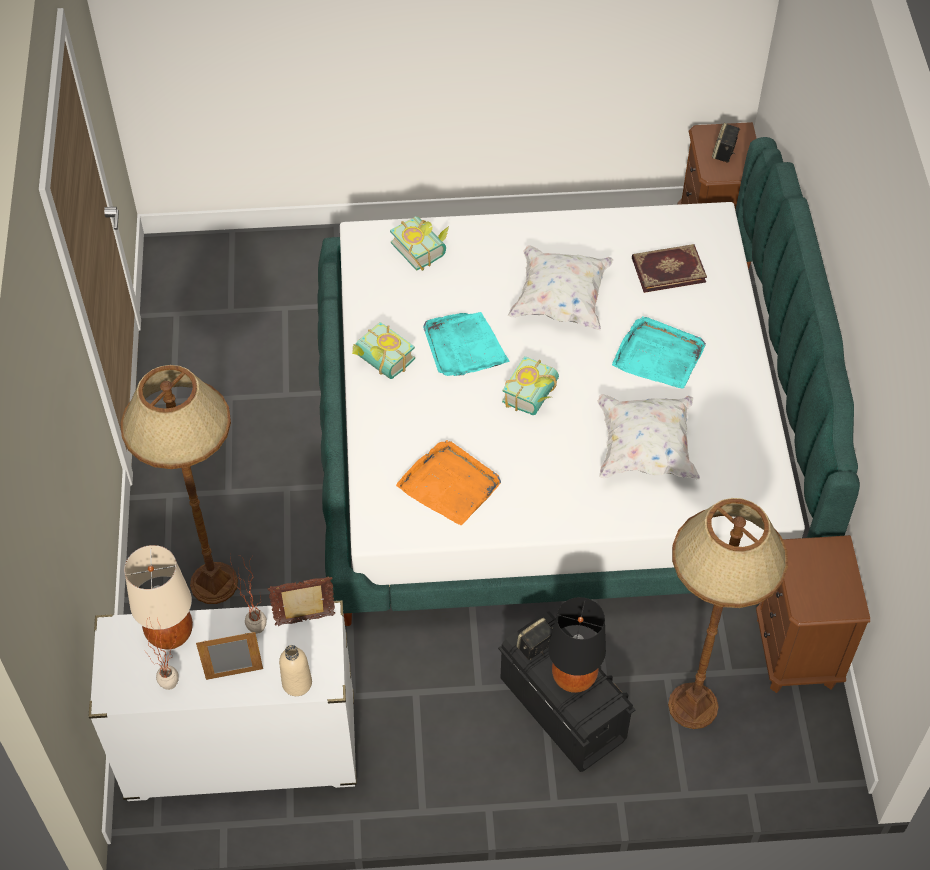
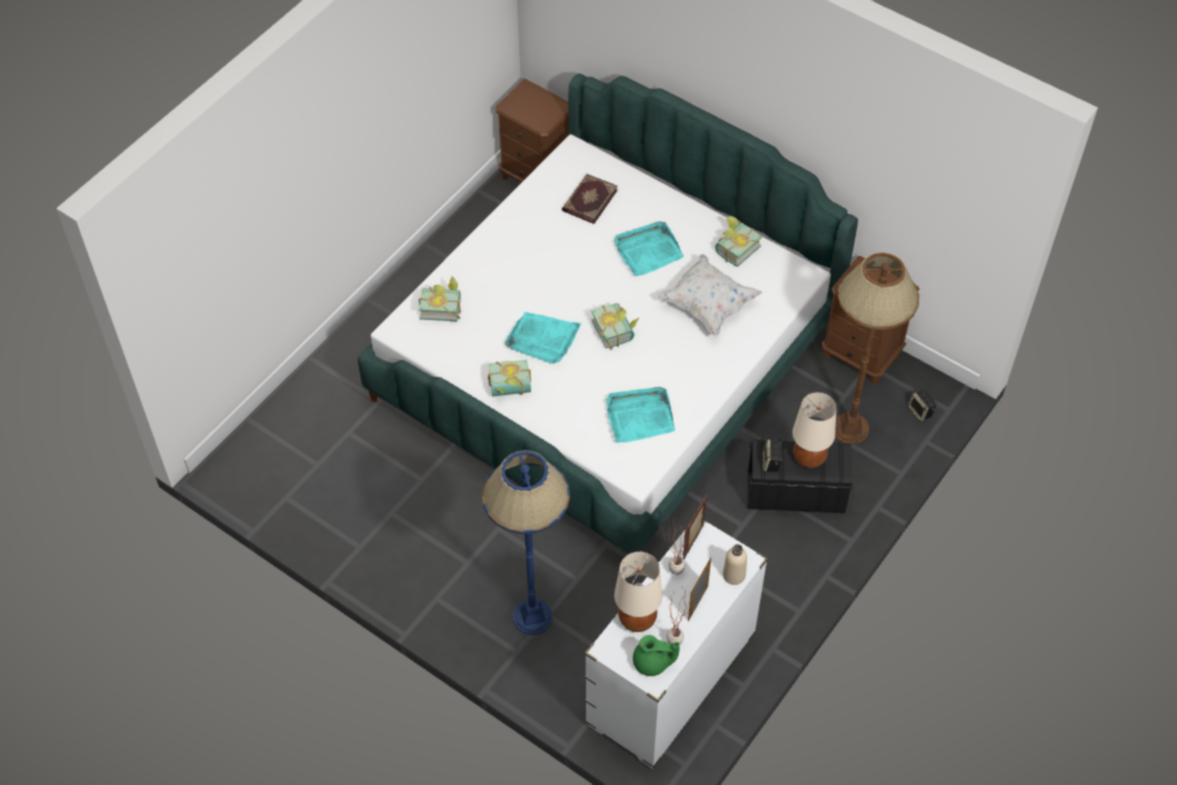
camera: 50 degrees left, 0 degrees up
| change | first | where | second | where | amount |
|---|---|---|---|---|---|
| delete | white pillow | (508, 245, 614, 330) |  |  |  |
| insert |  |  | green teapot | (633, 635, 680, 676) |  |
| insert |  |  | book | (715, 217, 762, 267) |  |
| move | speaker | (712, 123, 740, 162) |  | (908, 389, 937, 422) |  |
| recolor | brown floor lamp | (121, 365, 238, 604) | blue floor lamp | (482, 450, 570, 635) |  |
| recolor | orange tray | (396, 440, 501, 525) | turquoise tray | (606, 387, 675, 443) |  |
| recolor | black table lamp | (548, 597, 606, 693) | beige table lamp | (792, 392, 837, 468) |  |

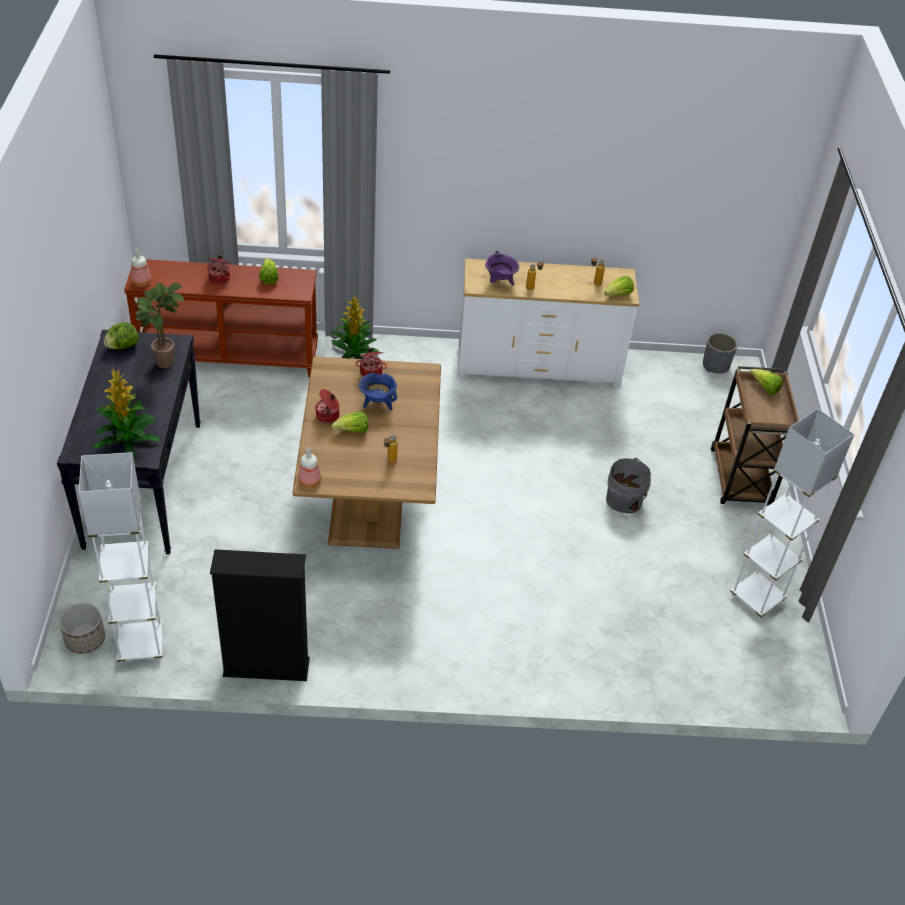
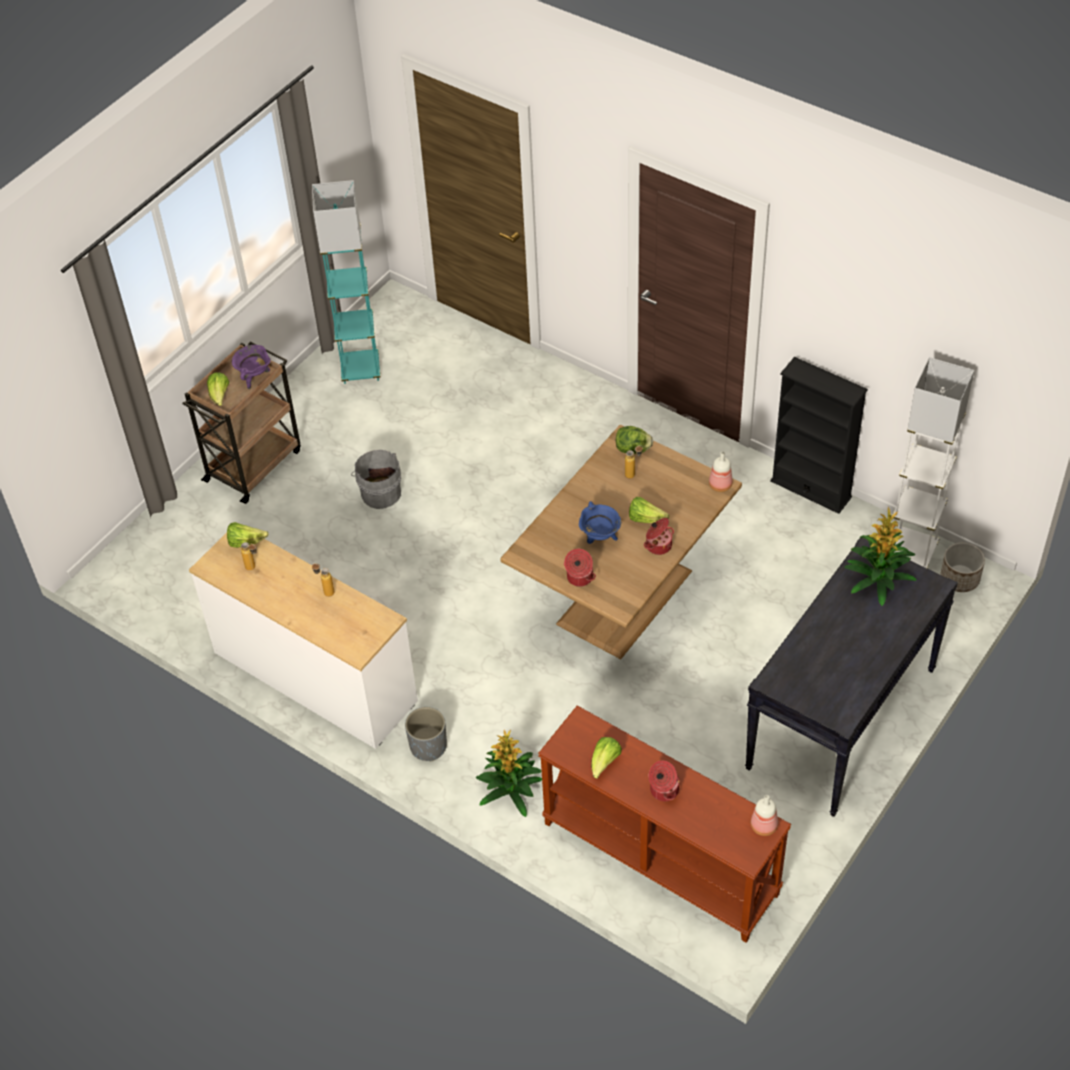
camera: 140 degrees left, 5 degrees up
| change | first | where | second | where | amount |
|---|---|---|---|---|---|
| delete | potted plant | (136, 282, 184, 368) |  |  |  |
| move | lettuce | (103, 322, 139, 349) |  | (616, 426, 653, 454) |  |
| move | purple cooking pot | (485, 250, 519, 285) |  | (232, 345, 271, 389) |  |
| move | grey planter | (703, 333, 737, 374) |  | (405, 707, 447, 761) |  |
| recolor | white floor lamp | (730, 409, 855, 619) | turquoise floor lamp | (312, 180, 380, 384) |  |

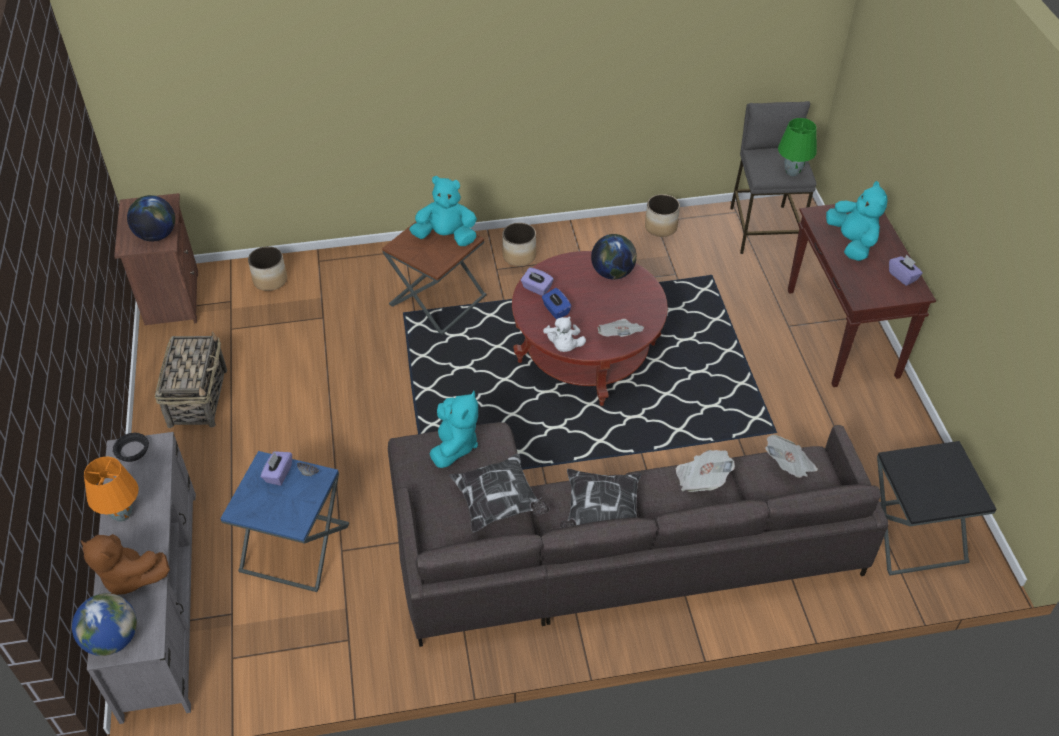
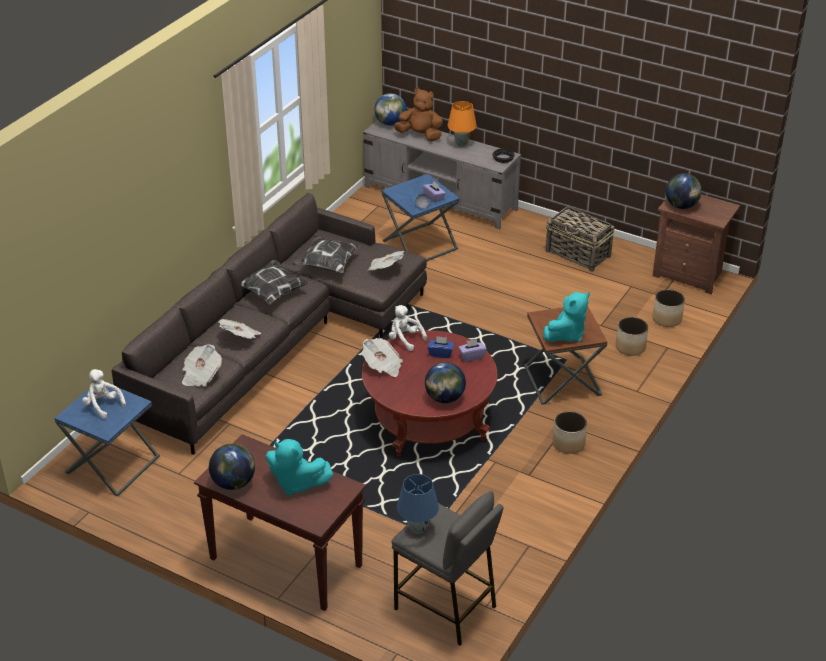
camera: 130 degrees right, 10 degrees down
| change | first | where | second | where | amount |
|---|---|---|---|---|---|
| insert |  |  | white plush toy | (82, 369, 126, 419) |  |
| move | planter | (645, 194, 680, 237) |  | (616, 317, 648, 356) |  |
| replace | turquoise plush toy | (429, 390, 478, 468) | newspaper | (368, 251, 404, 270) |  |
| replace | purple tissue box | (889, 255, 923, 286) | globe | (209, 444, 255, 490) |  |
| recolor | green table lamp | (778, 118, 817, 176) | blue table lamp | (397, 474, 439, 534) |  |
| recolor | black side table | (877, 441, 997, 575) | blue side table | (54, 387, 160, 496) |  |
| rotate | brown plush toy | (81, 534, 170, 595) |  | (394, 88, 443, 141) | 45 degrees clockwise |

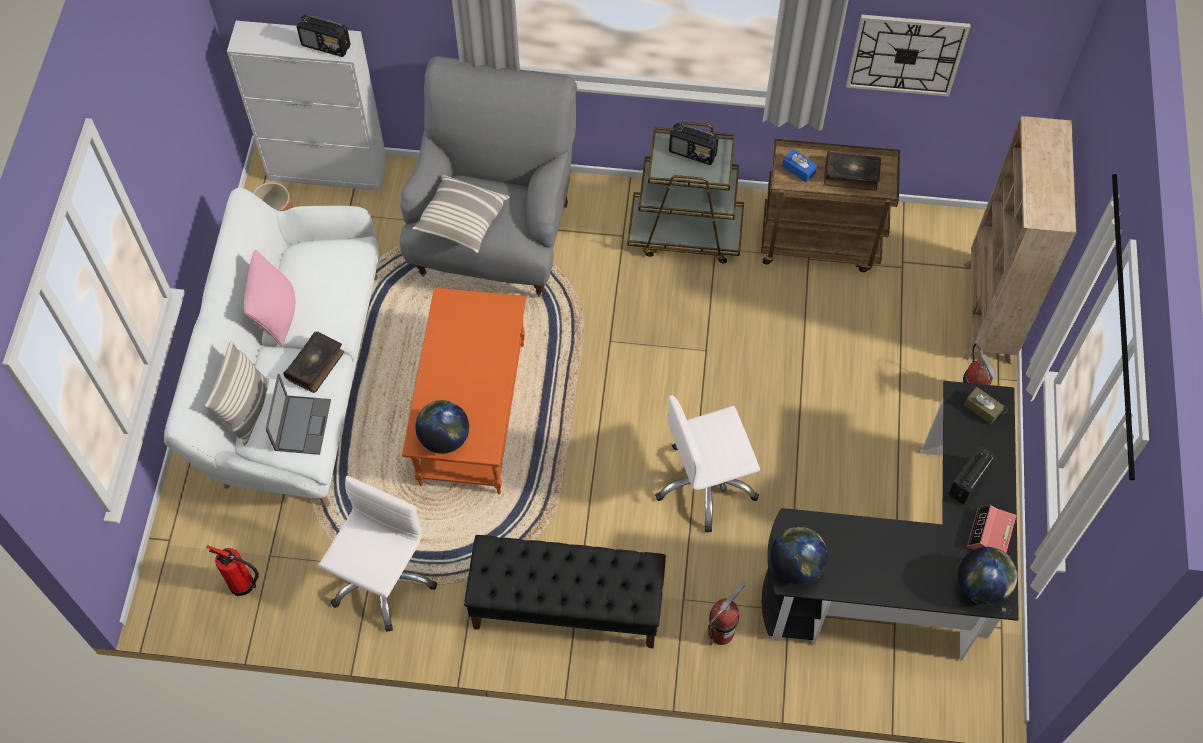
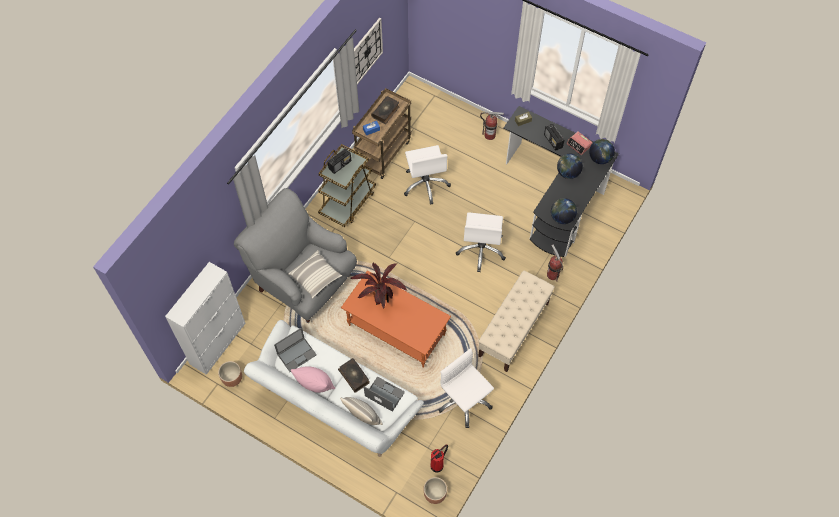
camera: 65 degrees left, 0 degrees up
| change | first | where | second | where | amount |
|---|---|---|---|---|---|
| delete | radio | (297, 14, 351, 57) |  |  |  |
| delete | beige bookcase | (964, 116, 1076, 365) |  |  |  |
| insert |  |  | laptop | (274, 327, 317, 372) |  |
| insert |  |  | potted plant | (350, 263, 407, 309) |  |
| insert |  |  | white office chair | (404, 145, 451, 205) |  |
| insert |  |  | brown planter | (423, 477, 447, 504) |  |
| move | globe | (415, 400, 469, 454) |  | (557, 154, 583, 179) |  |
| recolor | black bench | (464, 535, 666, 649) | beige bench | (478, 270, 555, 372) |  |

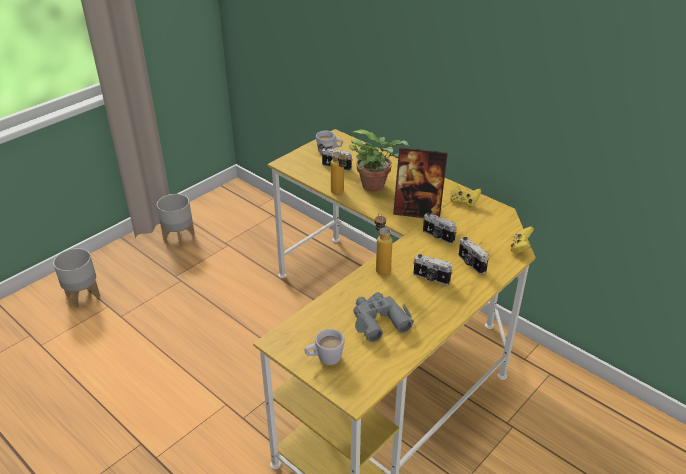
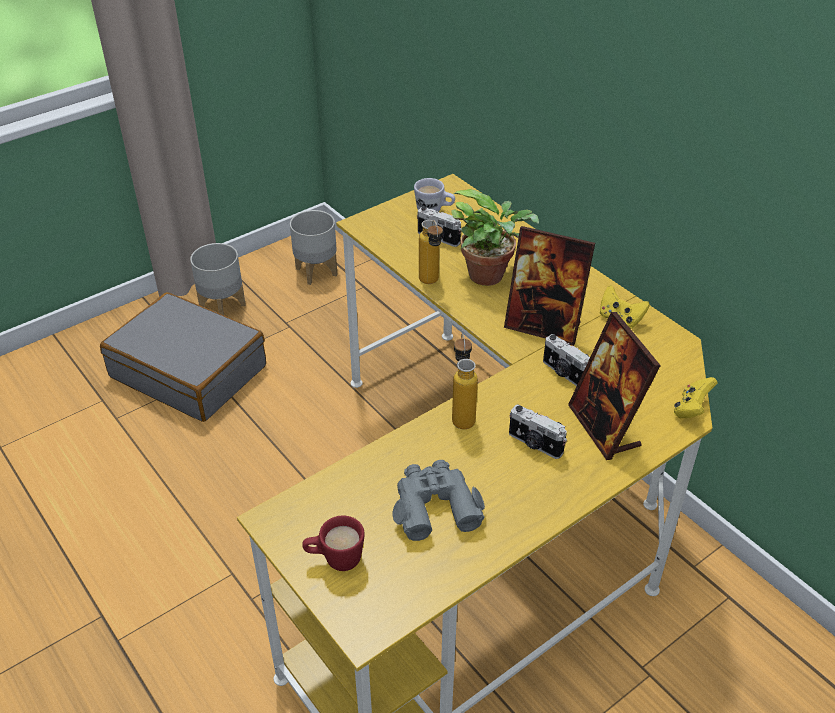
camera: 10 degrees right, 5 degrees up
| change | first | where | second | where | amount |
|---|---|---|---|---|---|
| insert |  |  | grey suitcase | (100, 292, 266, 422) |  |
| move | grey planter | (53, 248, 100, 308) |  | (290, 210, 337, 285) |  |
| replace | photo camera | (458, 237, 489, 275) | picture frame | (568, 312, 661, 460) |  |
| recolor | white mug | (305, 329, 345, 365) | red mug | (302, 516, 365, 571) |  |

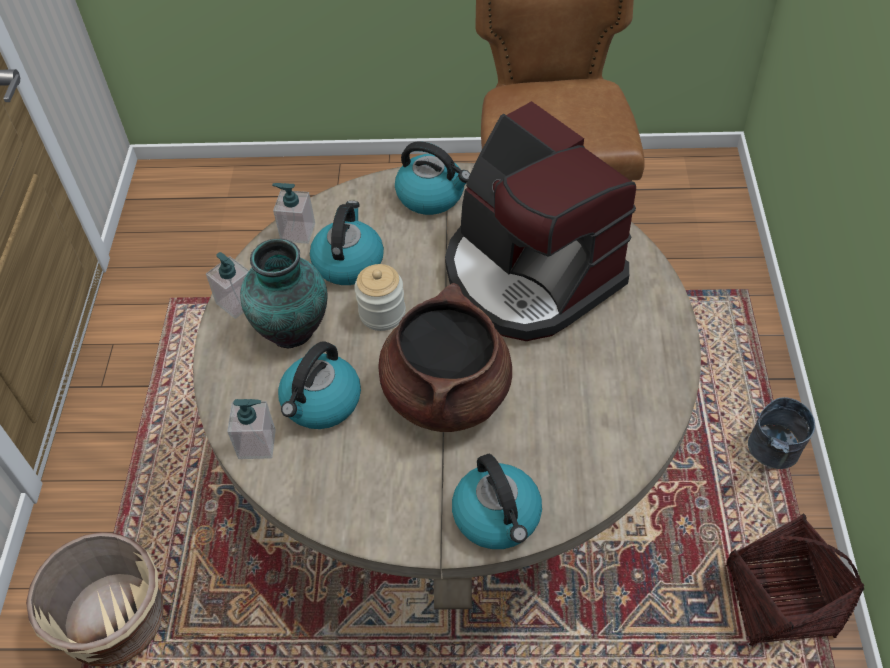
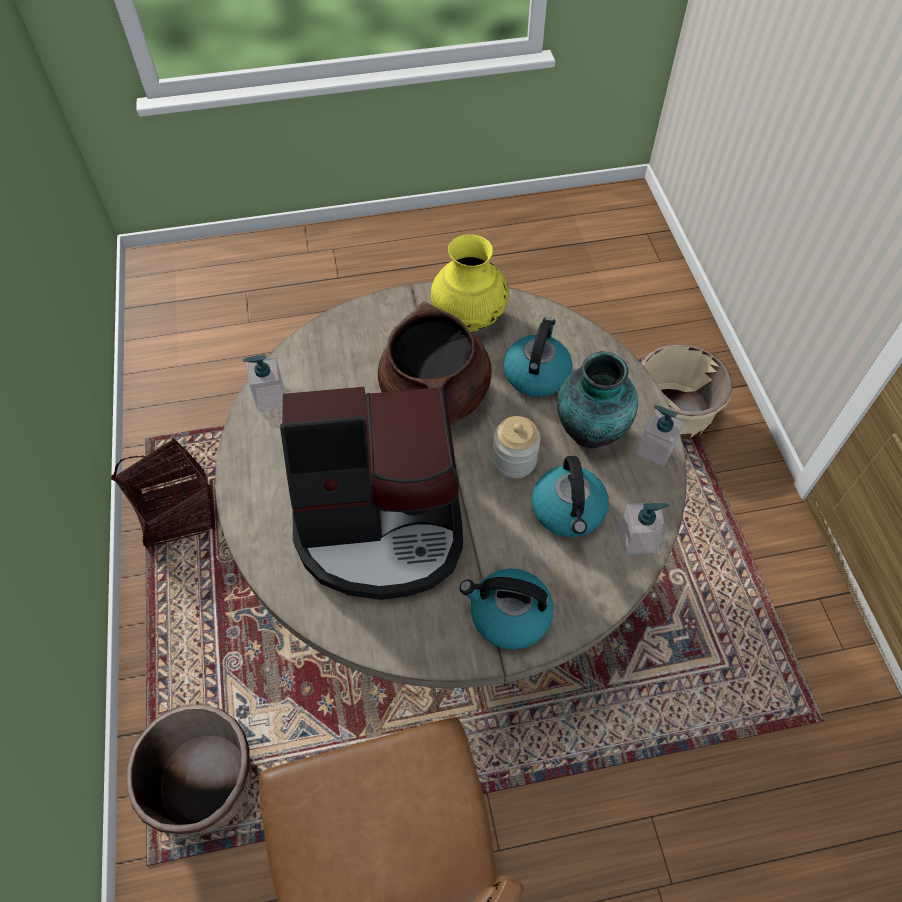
camera: 165 degrees right, 5 degrees up
| change | first | where | second | where | amount |
|---|---|---|---|---|---|
| delete | kettle | (452, 454, 542, 549) |  |  |  |
| delete | grey bucket | (748, 397, 815, 469) |  |  |  |
| insert |  |  | brown planter | (127, 704, 252, 834) |  |
| insert |  |  | yellow vase | (431, 234, 509, 332) |  |
| move | soap dispenser | (227, 399, 276, 459) |  | (243, 354, 285, 410) |  |
| rotate | coffee machine | (445, 101, 636, 341) |  | (280, 386, 463, 600) | 135 degrees clockwise |

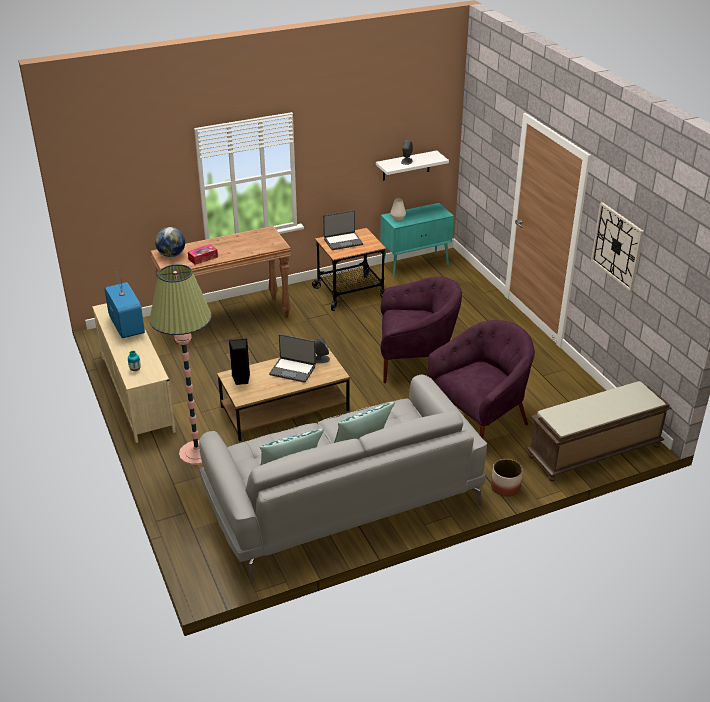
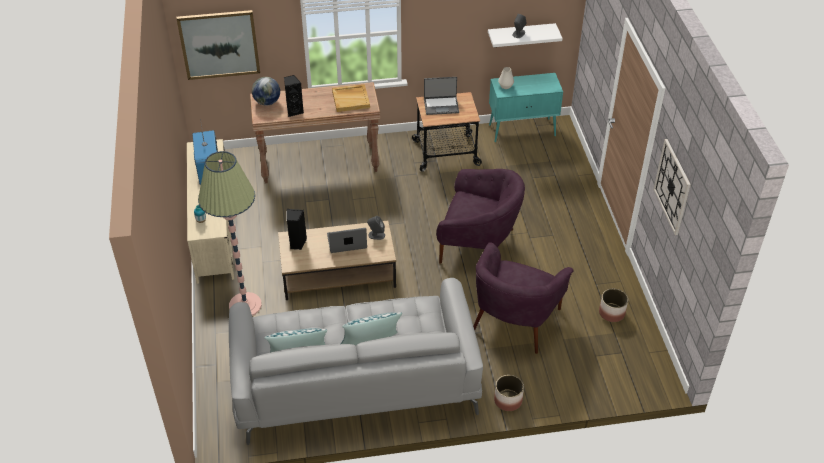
camera: 15 degrees right, 10 degrees up
| change | first | where | second | where | amount |
|---|---|---|---|---|---|
| delete | brown bench | (527, 381, 671, 482) |  |  |  |
| insert |  |  | picture | (176, 10, 260, 80) |  |
| insert |  |  | beige tray | (332, 84, 370, 112) |  |
| insert |  |  | planter | (599, 289, 628, 322) |  |
| replace | tissue box | (188, 244, 218, 265) | black speaker | (284, 75, 304, 117) |  |
| rotate | laptop | (269, 334, 316, 383) |  | (327, 228, 367, 253) | 135 degrees clockwise |
| rotate | purple armchair | (428, 320, 535, 439) |  | (473, 243, 574, 354) | 135 degrees clockwise |

